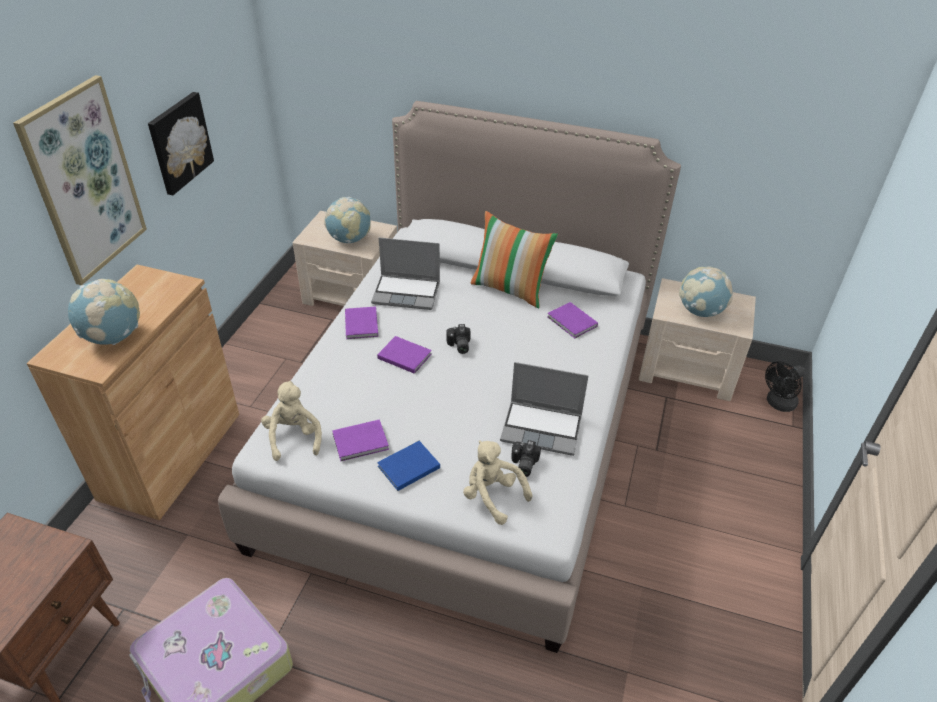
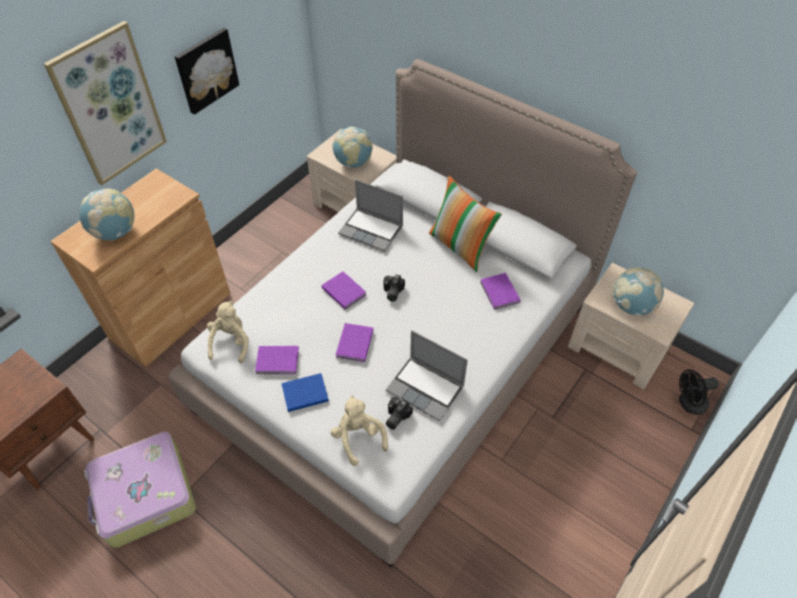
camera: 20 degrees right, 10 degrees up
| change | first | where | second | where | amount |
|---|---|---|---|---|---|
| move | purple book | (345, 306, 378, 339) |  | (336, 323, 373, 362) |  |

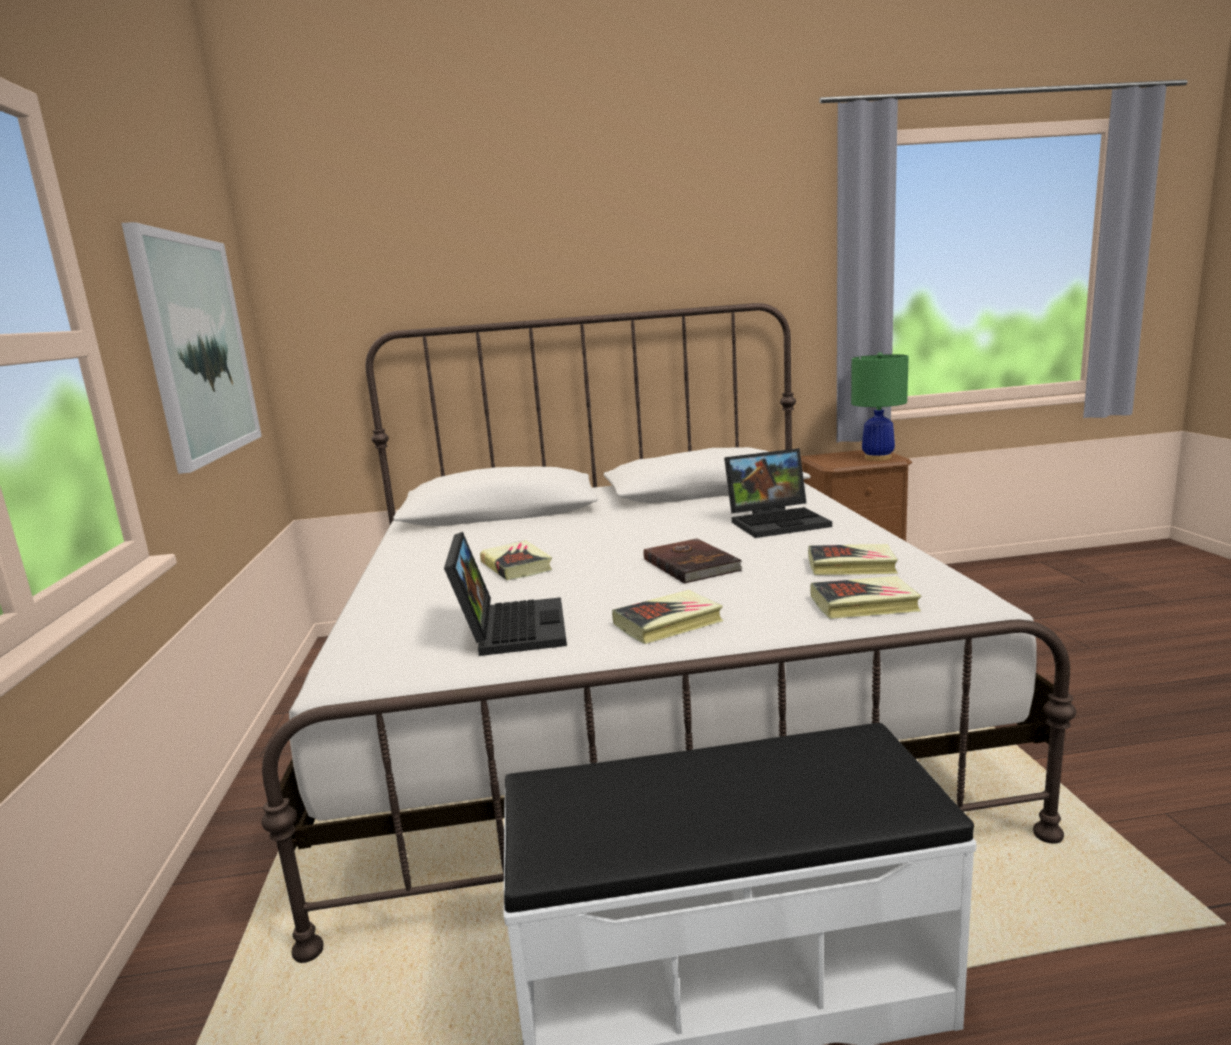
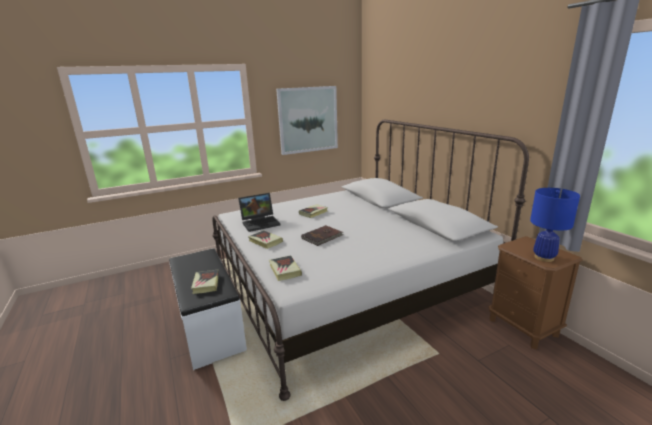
camera: 70 degrees right, 5 degrees up
| change | first | where | second | where | amount |
|---|---|---|---|---|---|
| delete | laptop | (724, 448, 832, 538) |  |  |  |
| move | book | (808, 544, 898, 575) |  | (191, 270, 219, 294) |  |
| recolor | green table lamp | (851, 352, 909, 461) | blue table lamp | (530, 188, 580, 262) |  |

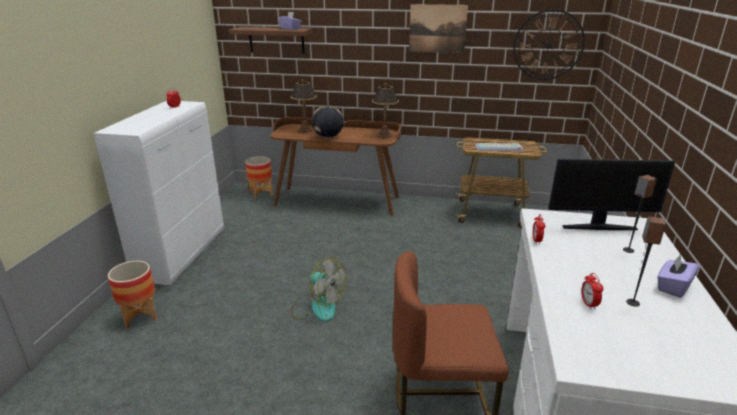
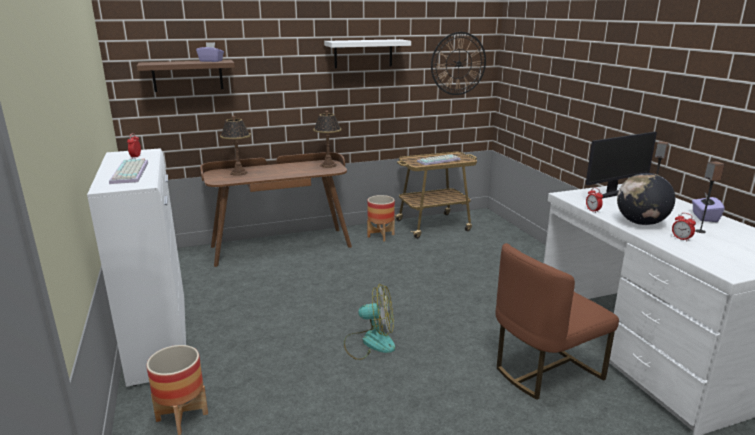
camera: 30 degrees left, 5 degrees down
| change | first | where | second | where | amount |
|---|---|---|---|---|---|
| insert |  |  | keyboard | (109, 159, 148, 184) |  |
| move | planter | (245, 156, 273, 199) |  | (367, 195, 395, 241) |  |
| move | globe | (312, 105, 344, 138) |  | (617, 173, 675, 225) |  |
| replace | picture | (409, 4, 468, 53) | white shelf | (324, 39, 411, 68) |  |

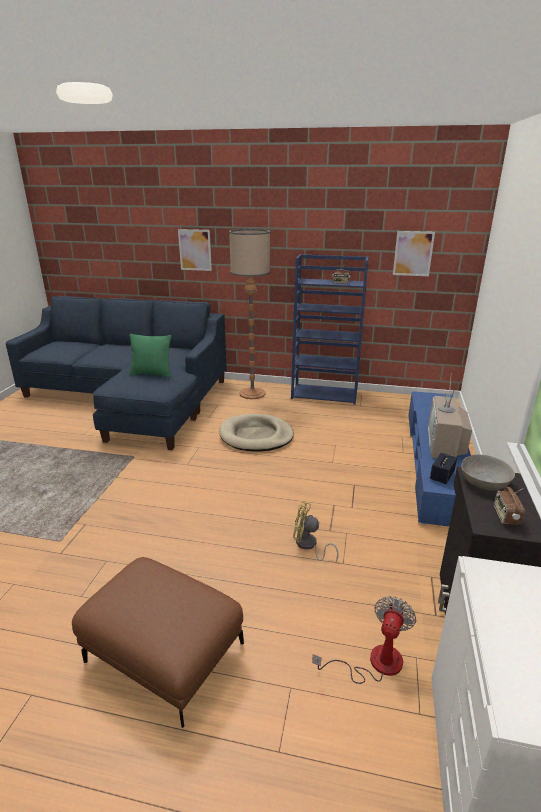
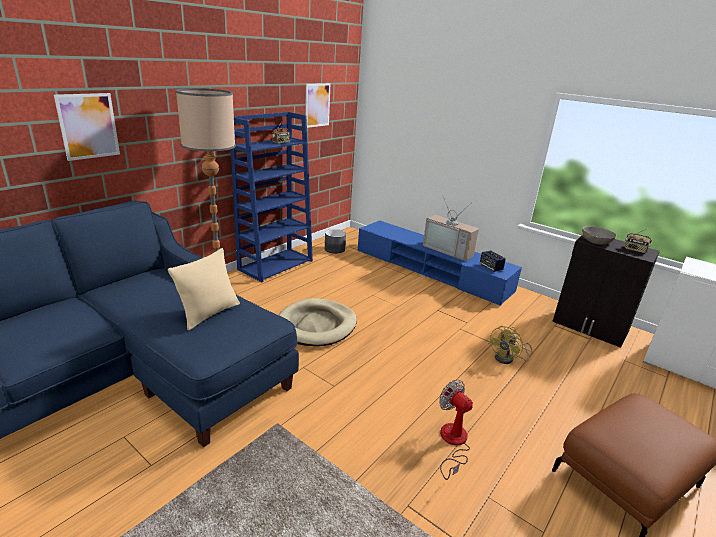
camera: 65 degrees left, 0 degrees up
| change | first | where | second | where | amount |
|---|---|---|---|---|---|
| insert |  |  | grey planter | (325, 229, 346, 254) |  |
| move | fan | (312, 596, 416, 684) |  | (439, 380, 473, 480) |  |
| recolor | green pillow | (129, 334, 171, 377) | beige pillow | (168, 248, 240, 331) |  |

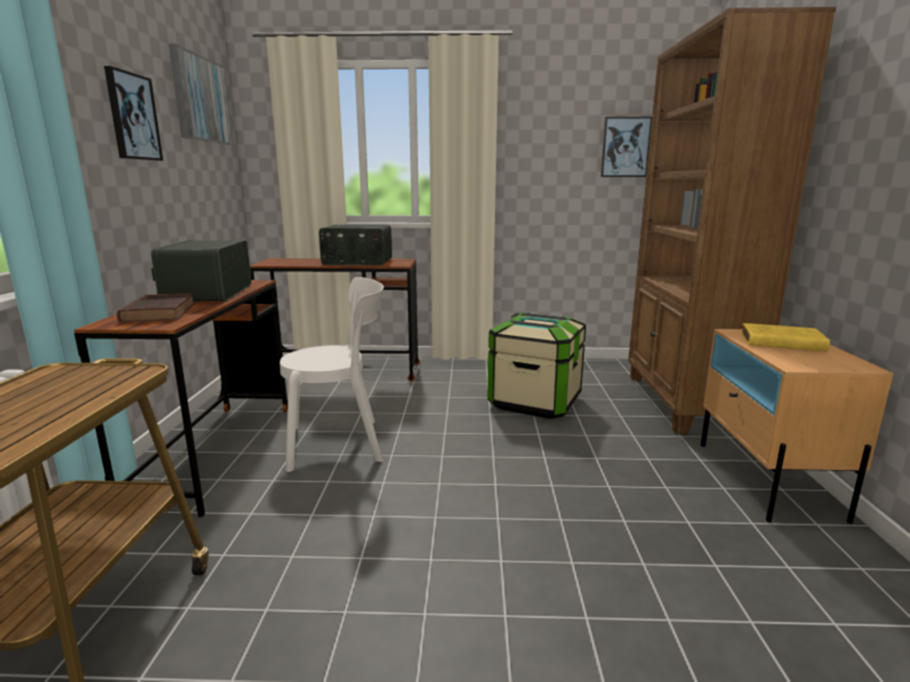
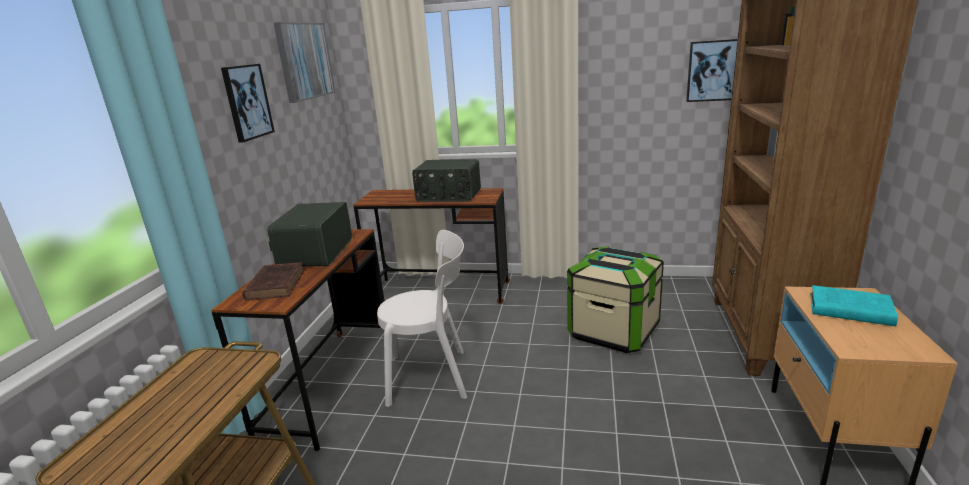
camera: 10 degrees right, 5 degrees up
| change | first | where | second | where | amount |
|---|---|---|---|---|---|
| recolor | yellow book | (741, 323, 830, 352) | turquoise book | (811, 285, 898, 326) |  |

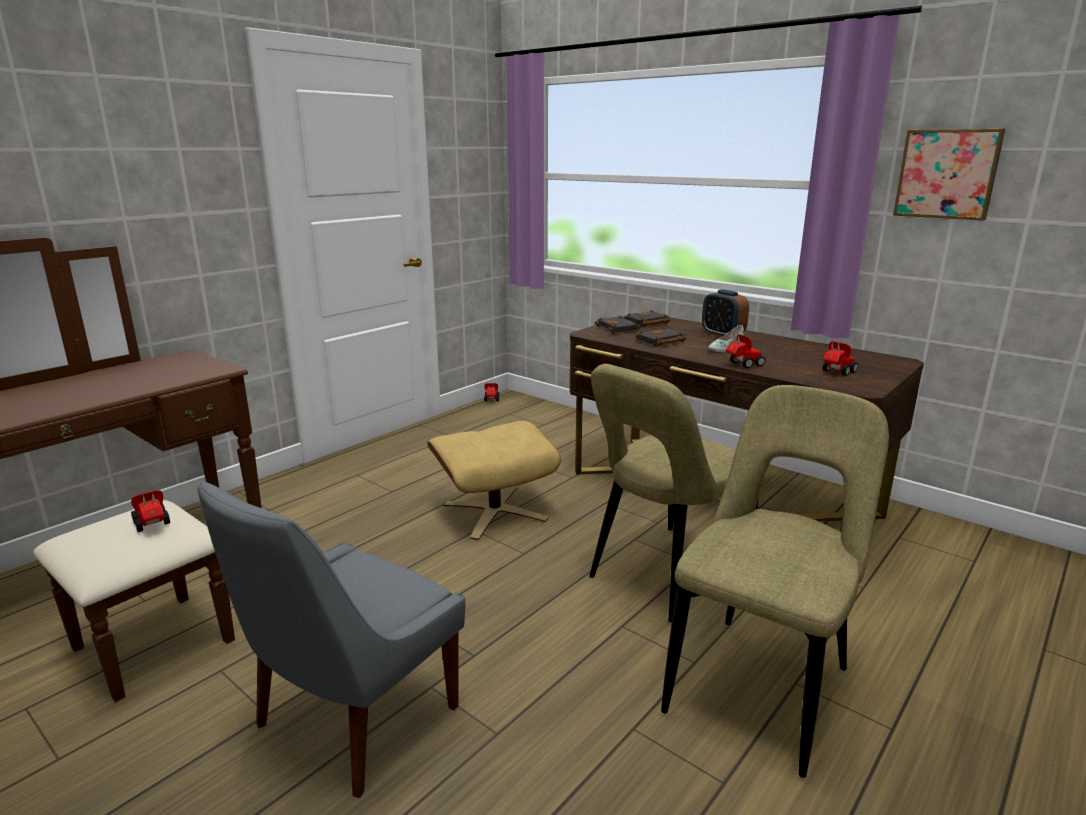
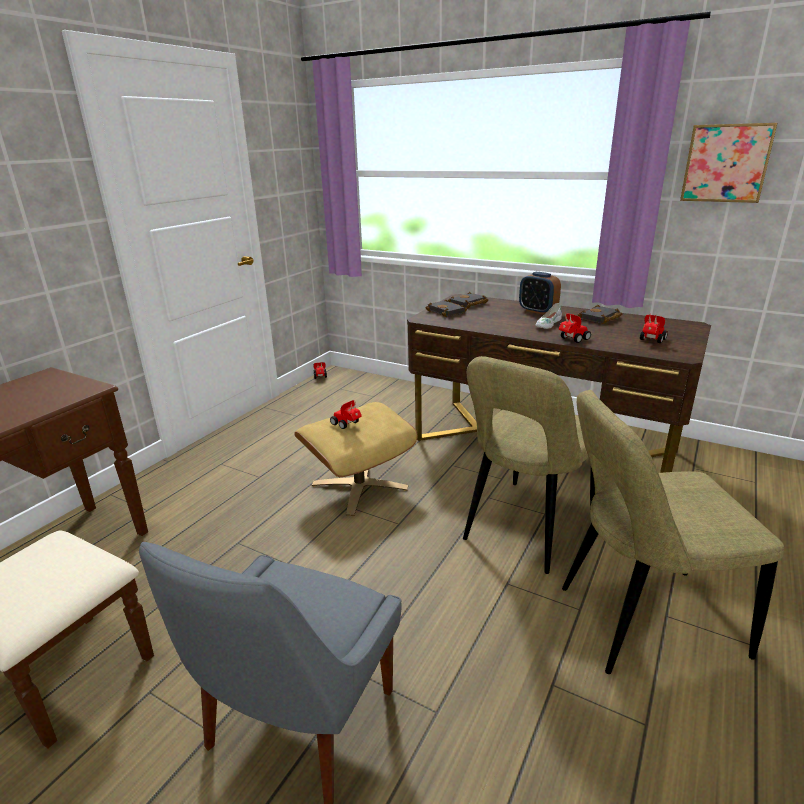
camera: 10 degrees left, 5 degrees up
| change | first | where | second | where | amount |
|---|---|---|---|---|---|
| move | toy car | (131, 490, 170, 532) |  | (330, 400, 362, 429) |  |
| move | black book | (635, 327, 686, 347) |  | (578, 305, 622, 324) |  |
| rotate | beige chair | (661, 385, 889, 778) |  | (562, 390, 784, 674) | 120 degrees counterclockwise |

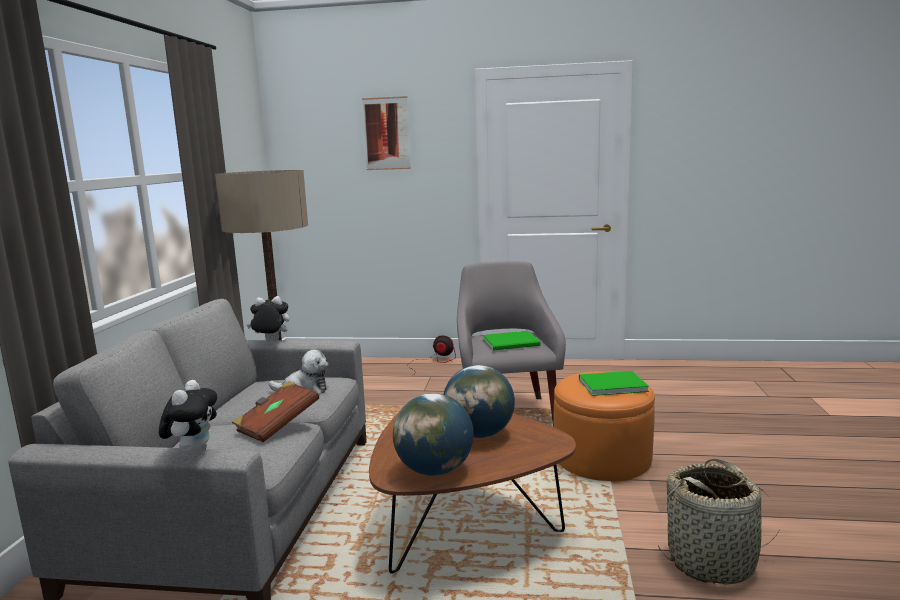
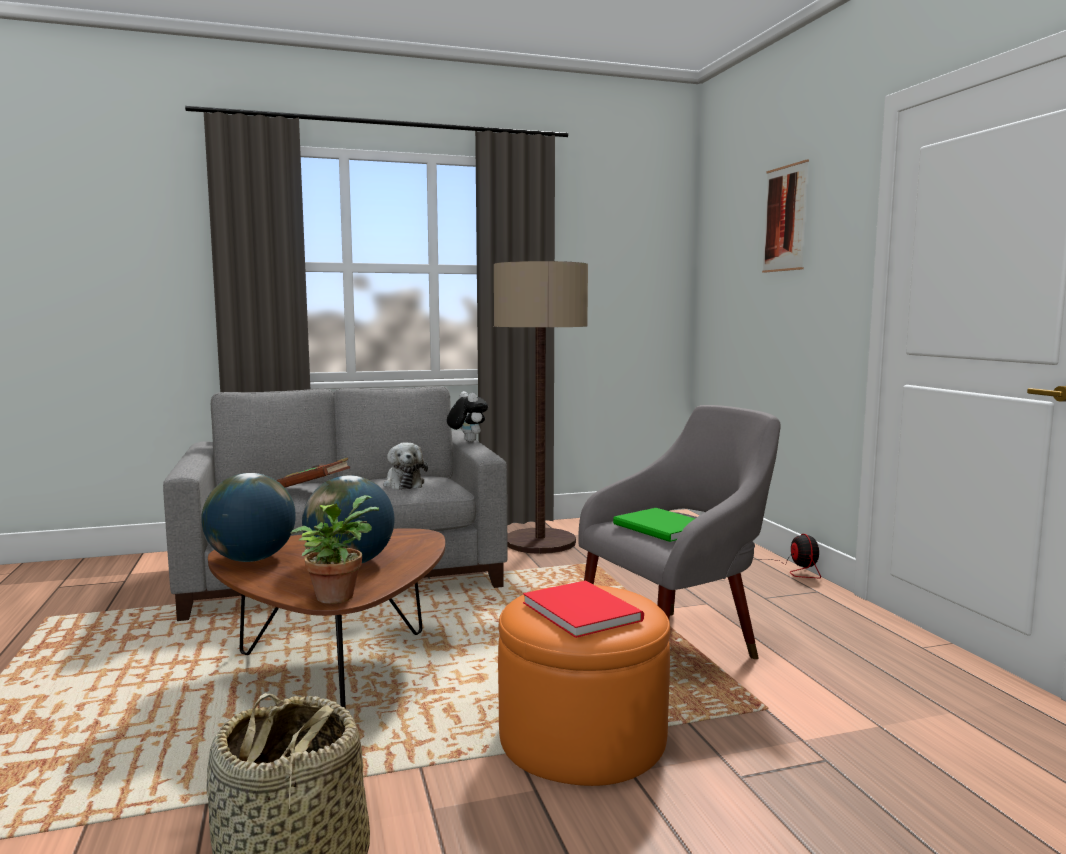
camera: 65 degrees right, 5 degrees down
| change | first | where | second | where | amount |
|---|---|---|---|---|---|
| delete | plush toy | (159, 380, 217, 457) |  |  |  |
| insert |  |  | potted plant | (291, 495, 379, 604) |  |
| recolor | green book | (579, 371, 649, 396) | red book | (523, 580, 644, 638) |  |

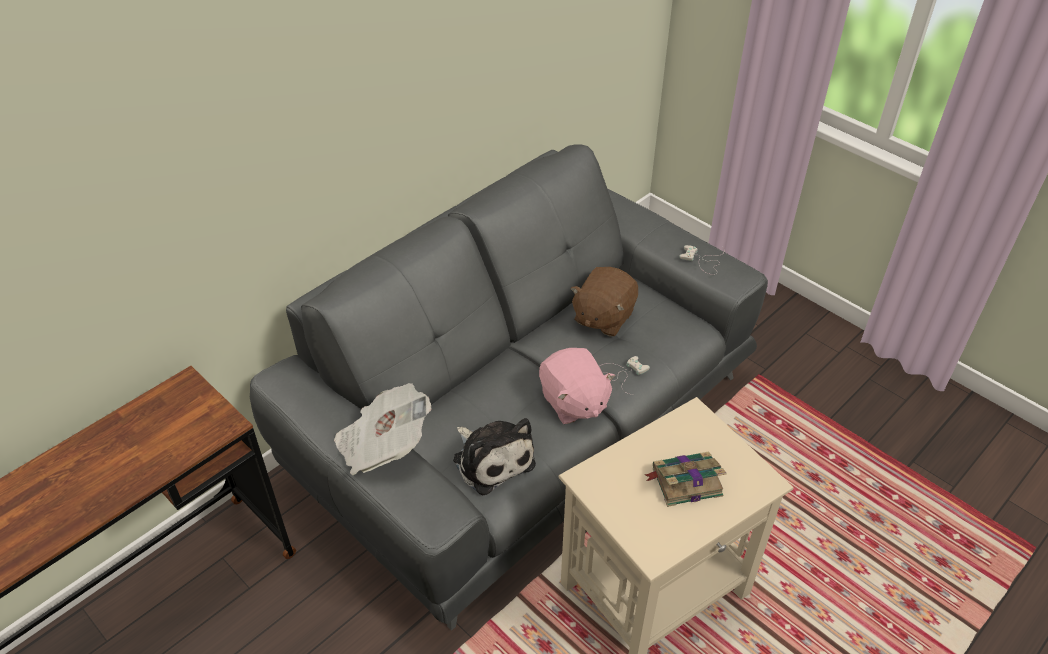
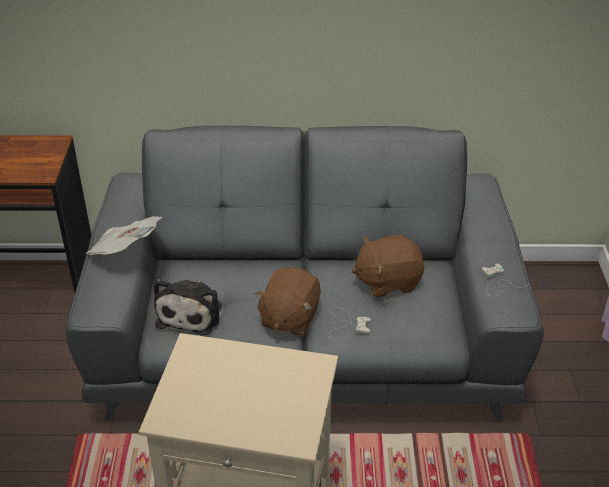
camera: 45 degrees right, 5 degrees down
| change | first | where | second | where | amount |
|---|---|---|---|---|---|
| delete | book | (644, 451, 726, 507) |  |  |  |
| recolor | pink plush toy | (539, 348, 616, 424) | brown plush toy | (254, 267, 321, 336) |  |

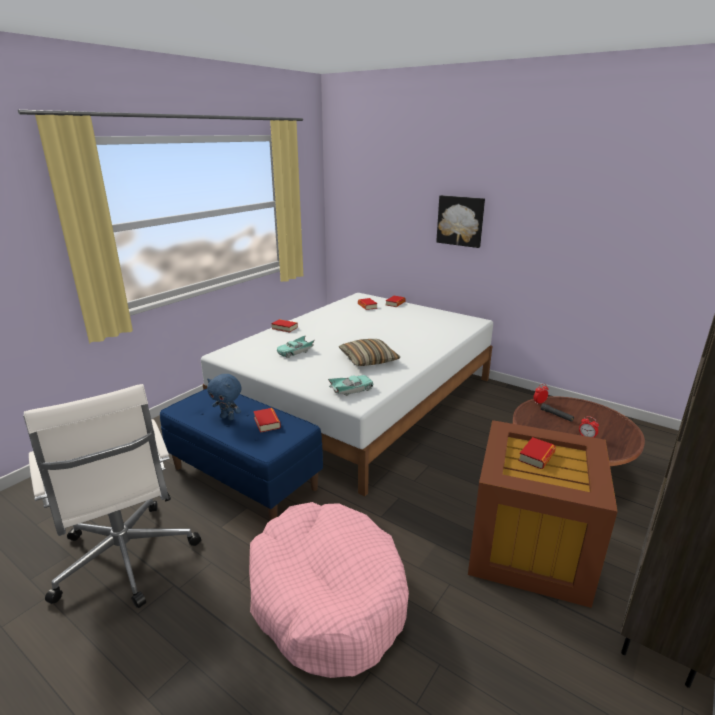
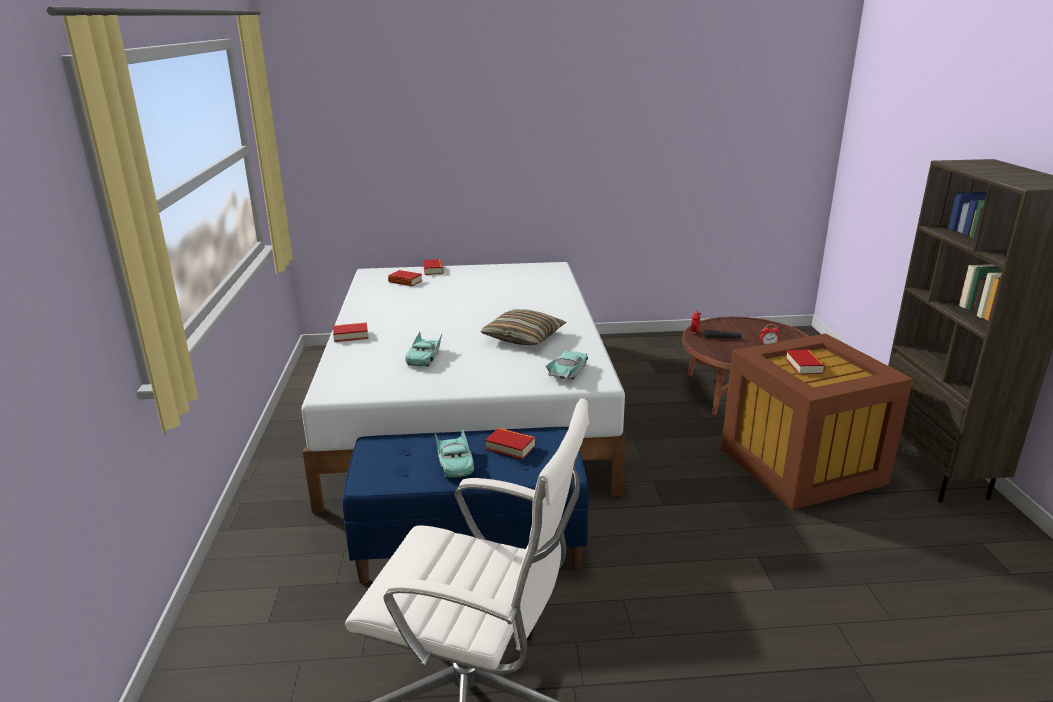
camera: 40 degrees left, 0 degrees up
| change | first | where | second | where | amount |
|---|---|---|---|---|---|
| delete | pink dog bed | (249, 502, 409, 678) |  |  |  |
| delete | picture | (436, 195, 485, 248) |  |  |  |
| replace | blue plush toy | (207, 374, 241, 421) | turquoise toy car | (434, 428, 474, 478) |  |

